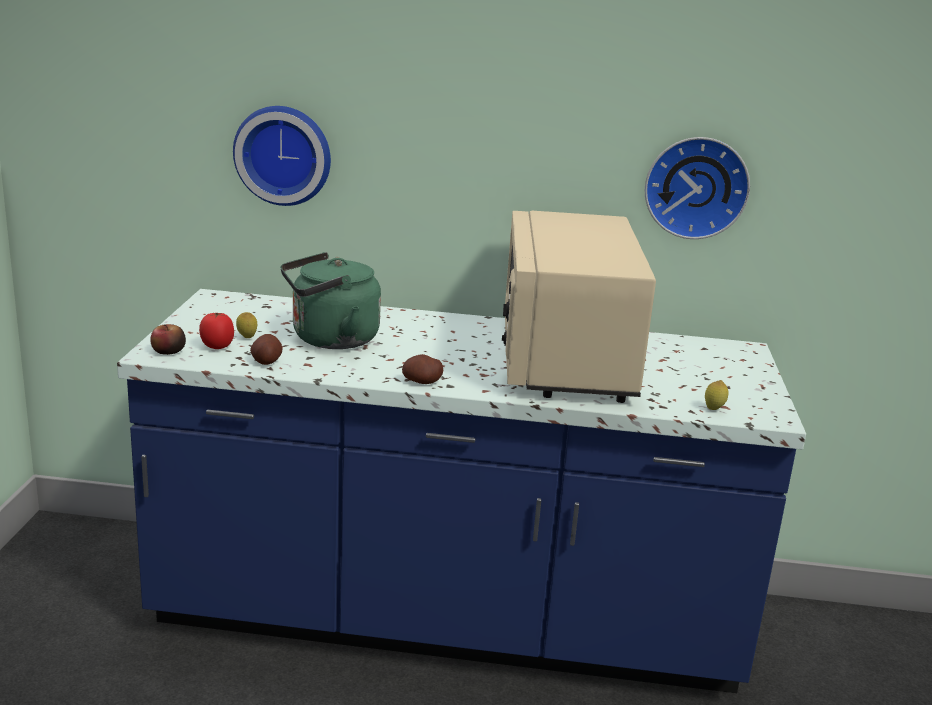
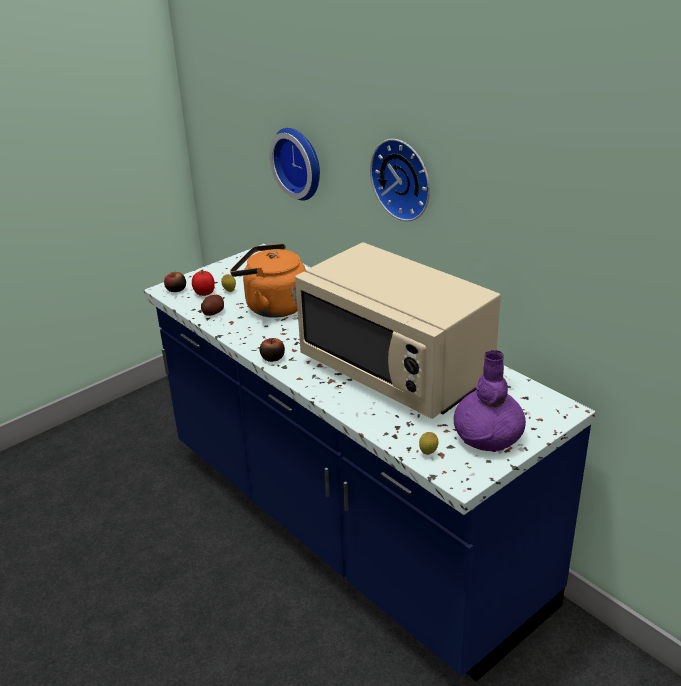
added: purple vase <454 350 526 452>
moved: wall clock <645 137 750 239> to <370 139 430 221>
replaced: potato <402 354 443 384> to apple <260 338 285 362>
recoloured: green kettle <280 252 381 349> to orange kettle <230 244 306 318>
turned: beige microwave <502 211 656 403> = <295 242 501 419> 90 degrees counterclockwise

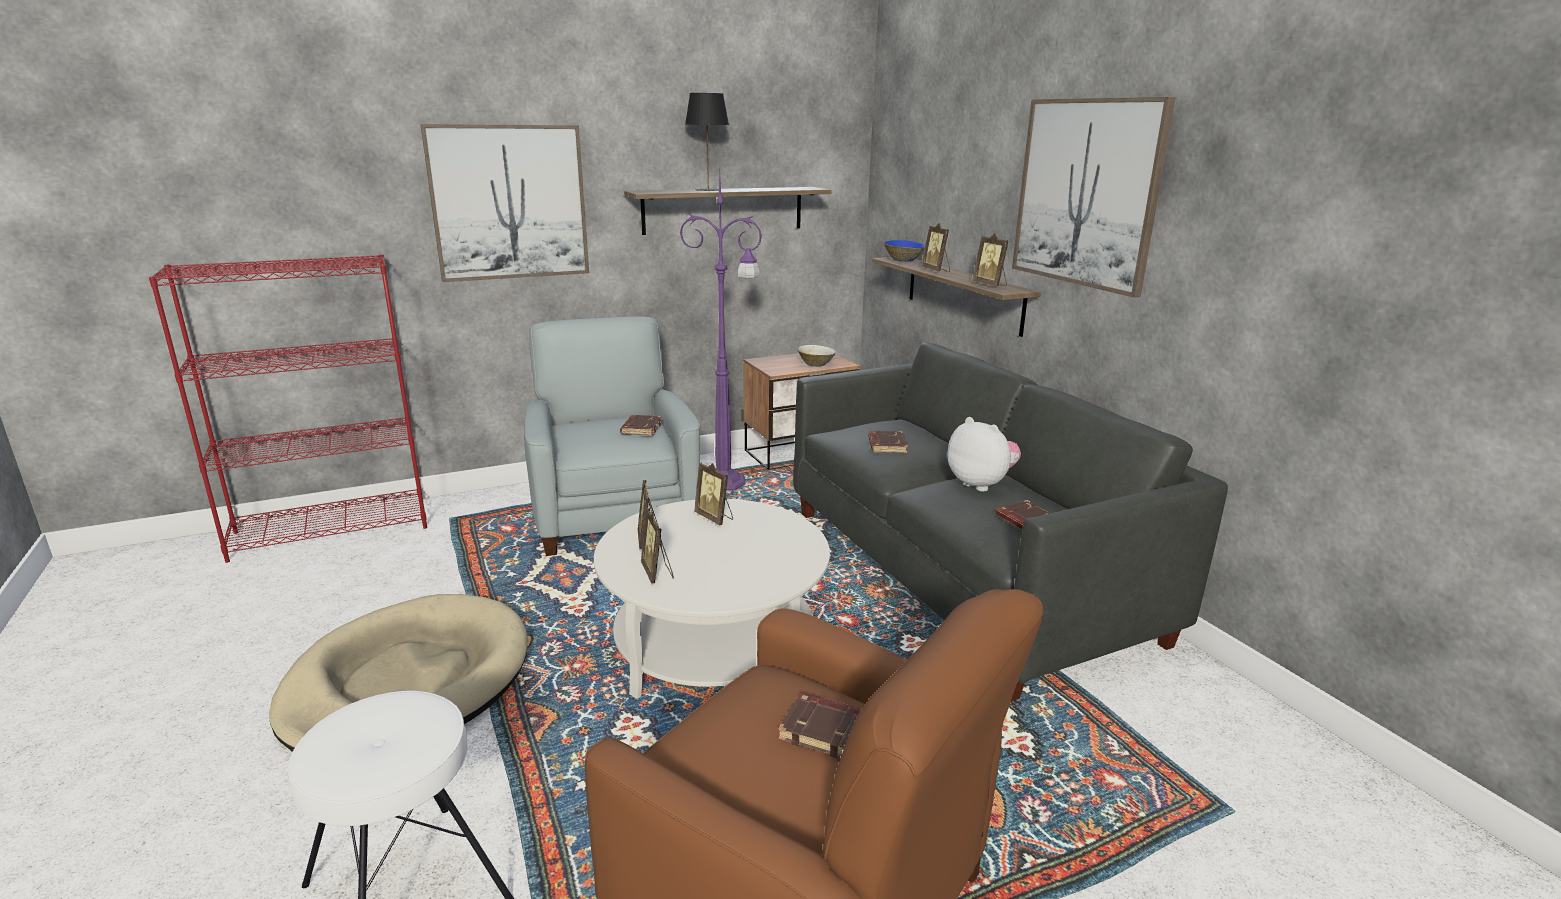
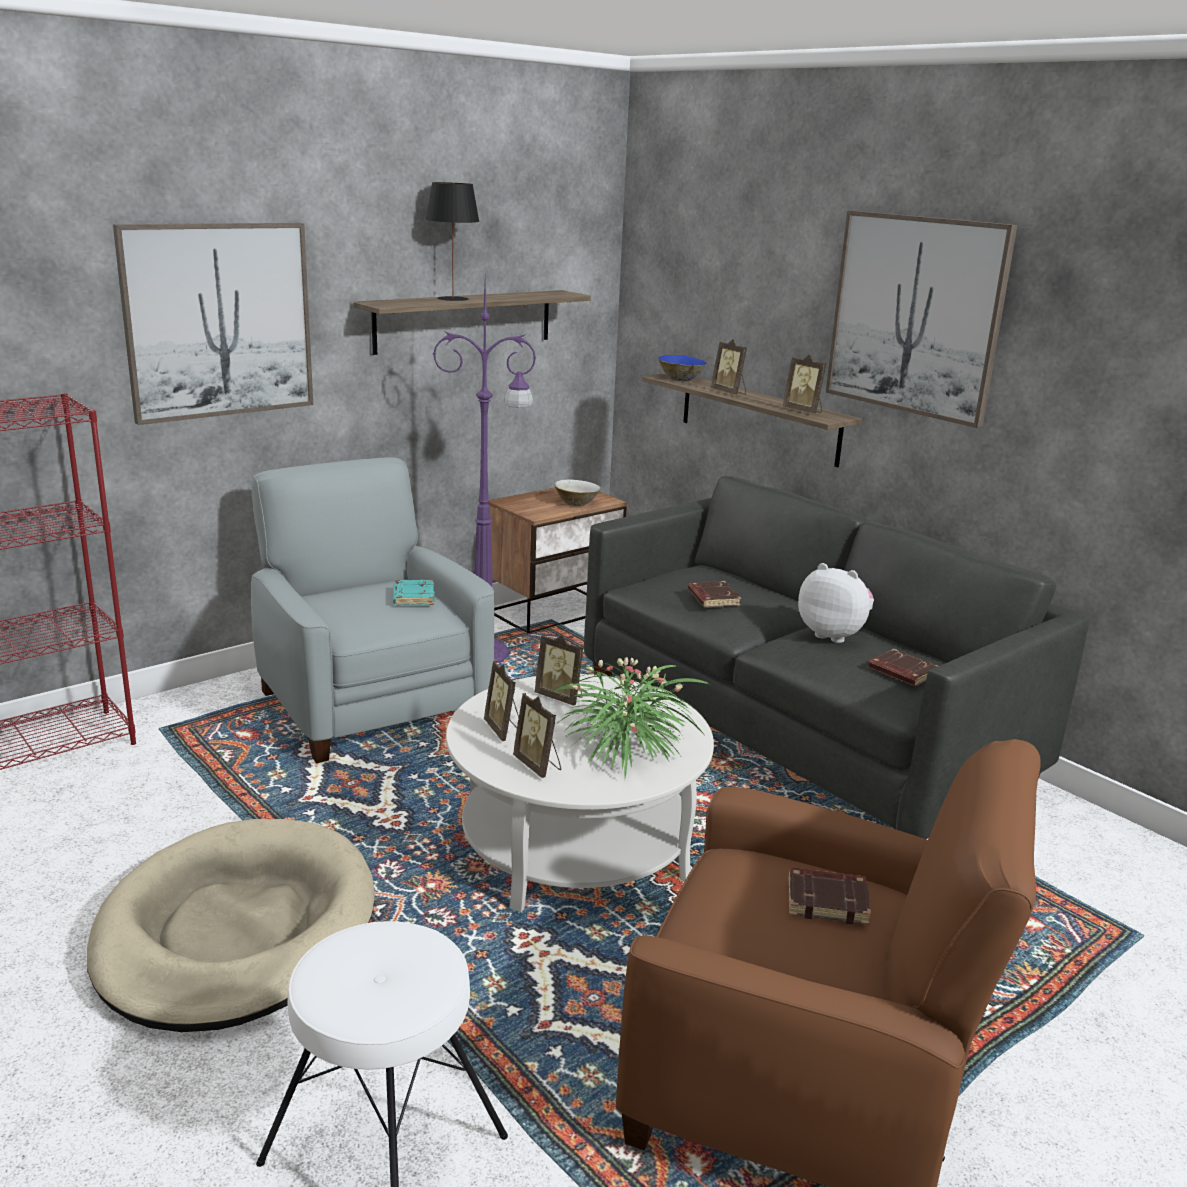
added: potted plant <549 657 709 777>
recoloured: brown book <620 415 662 436> to turquoise book <393 580 435 606>

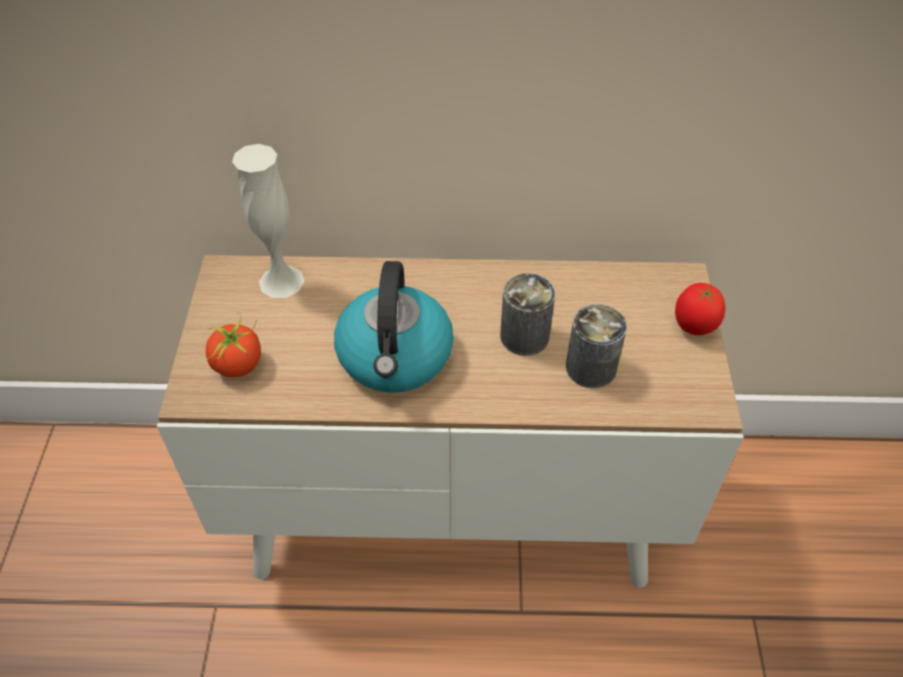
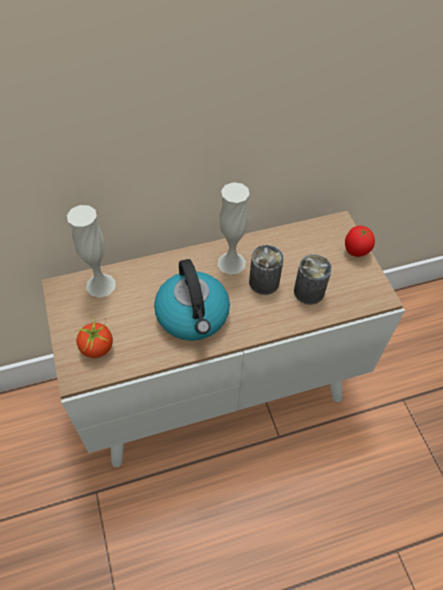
added: white vase <218 182 250 275>

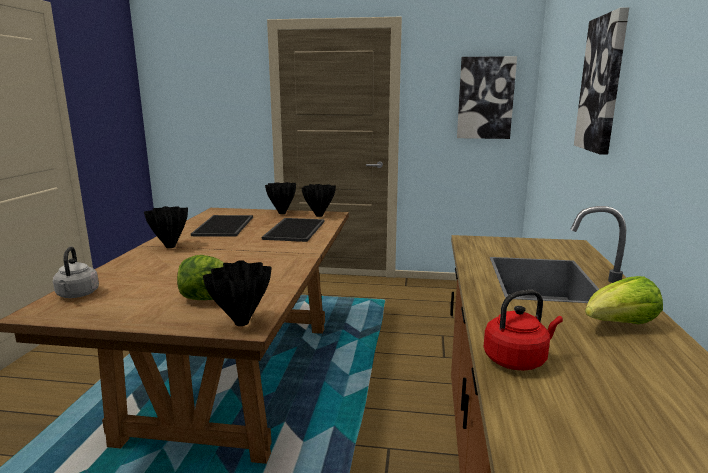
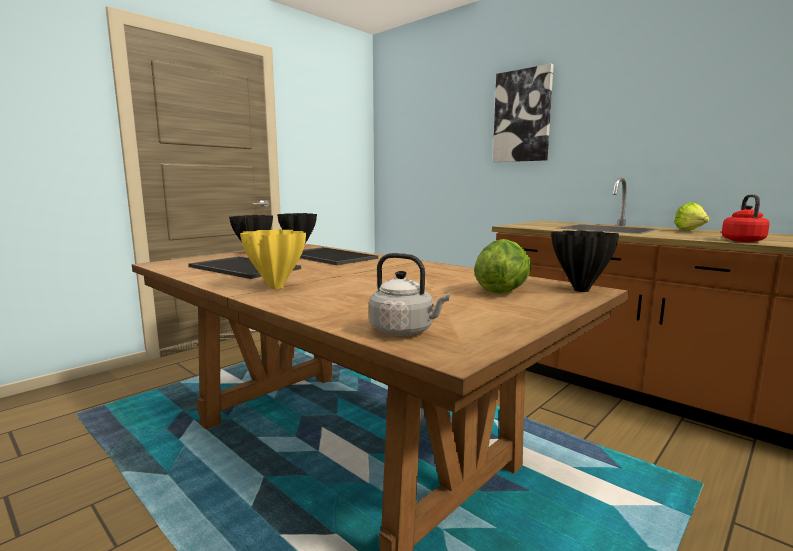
removed: picture <457 56 517 139>
recoloured: black vase <144 206 188 248> to yellow vase <240 229 306 289>

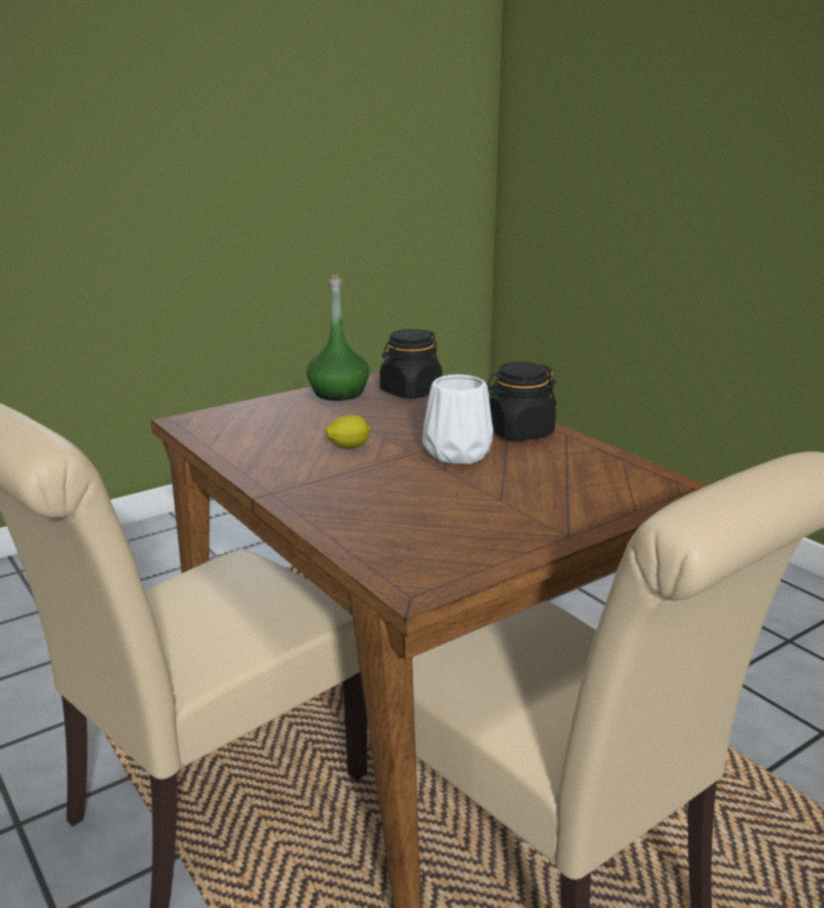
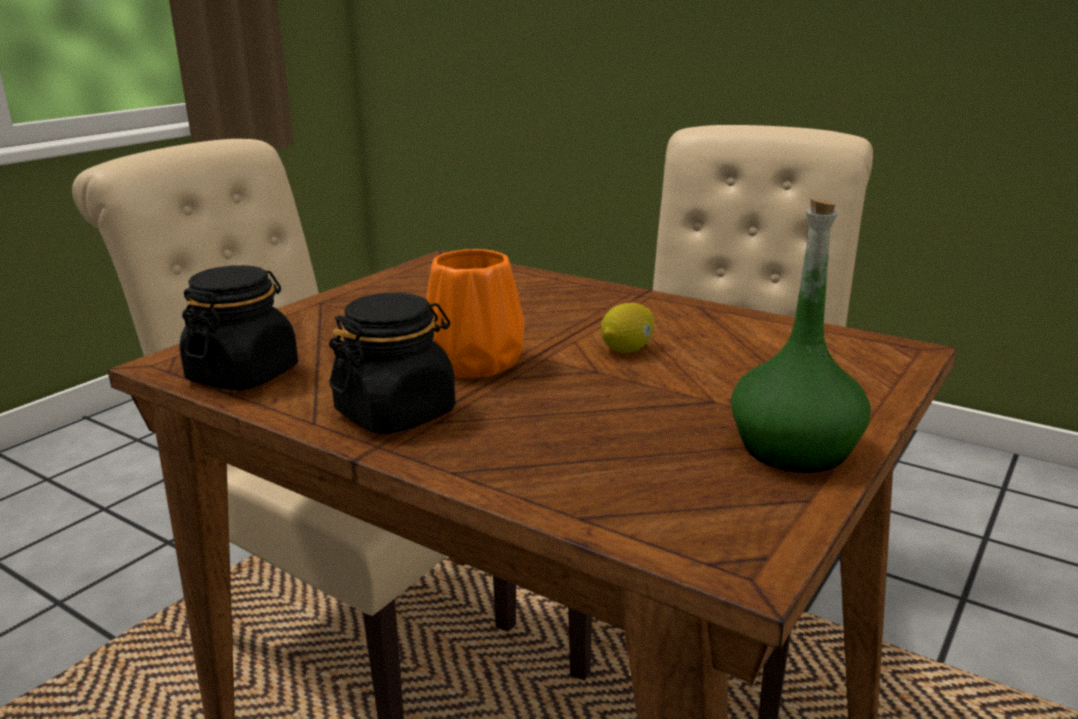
moved: black jar <380 329 442 398> to <180 265 298 390>
recoloured: white vase <422 374 493 464> to orange vase <426 249 525 378>

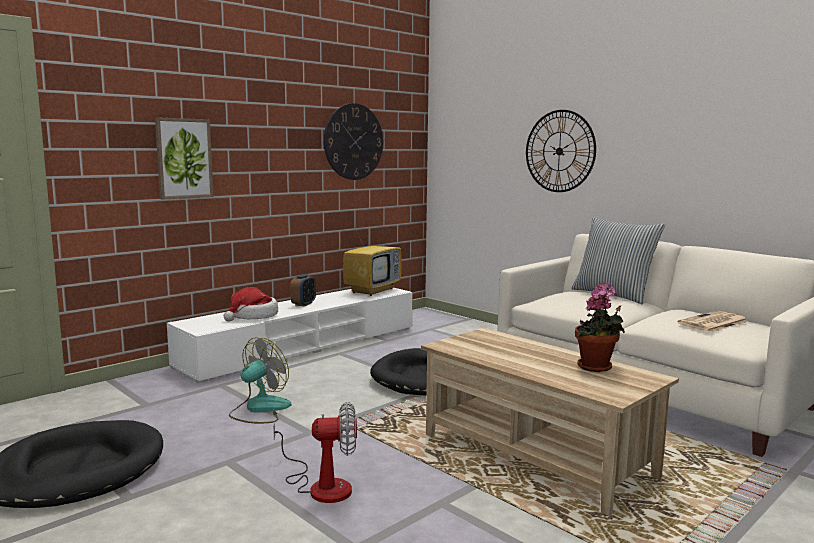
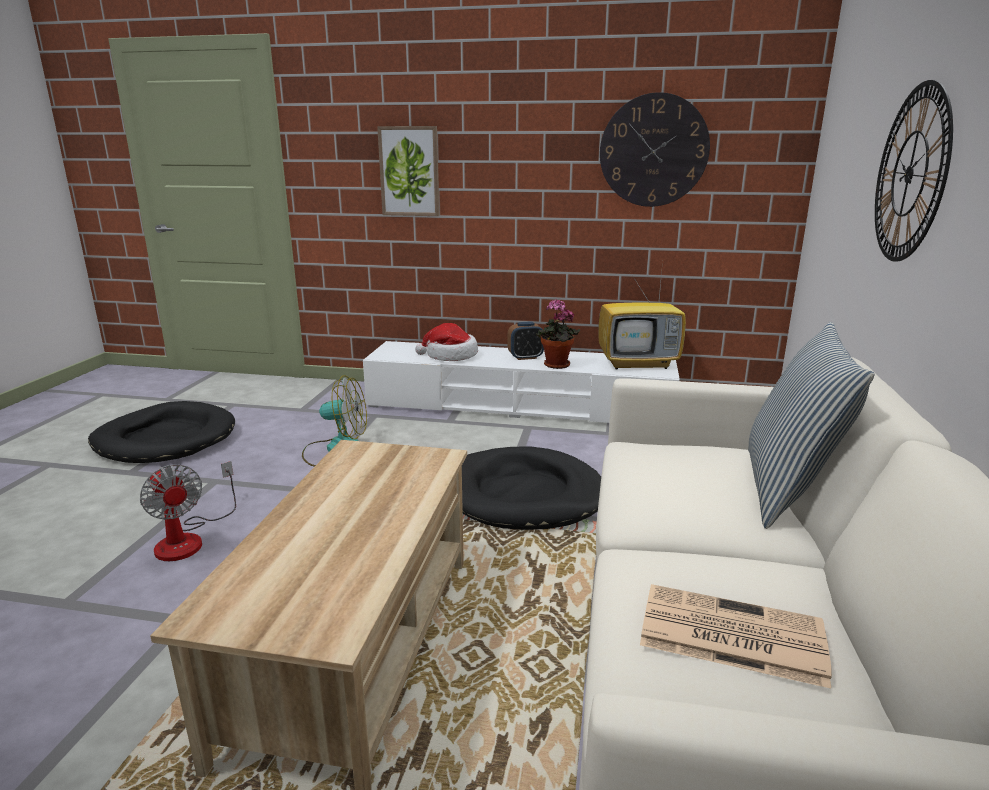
moved: potted plant <575 282 625 372> to <536 299 580 369>

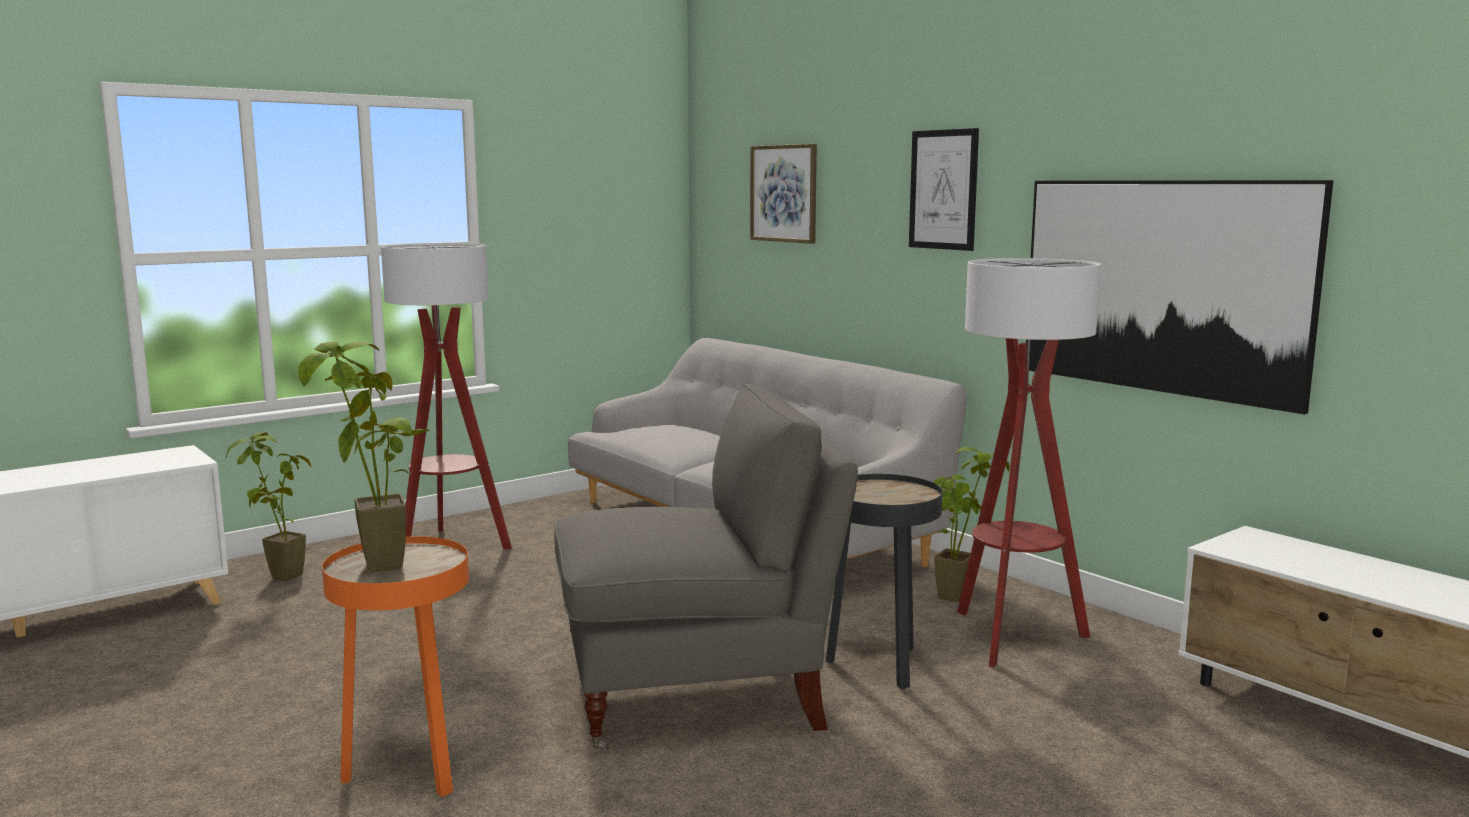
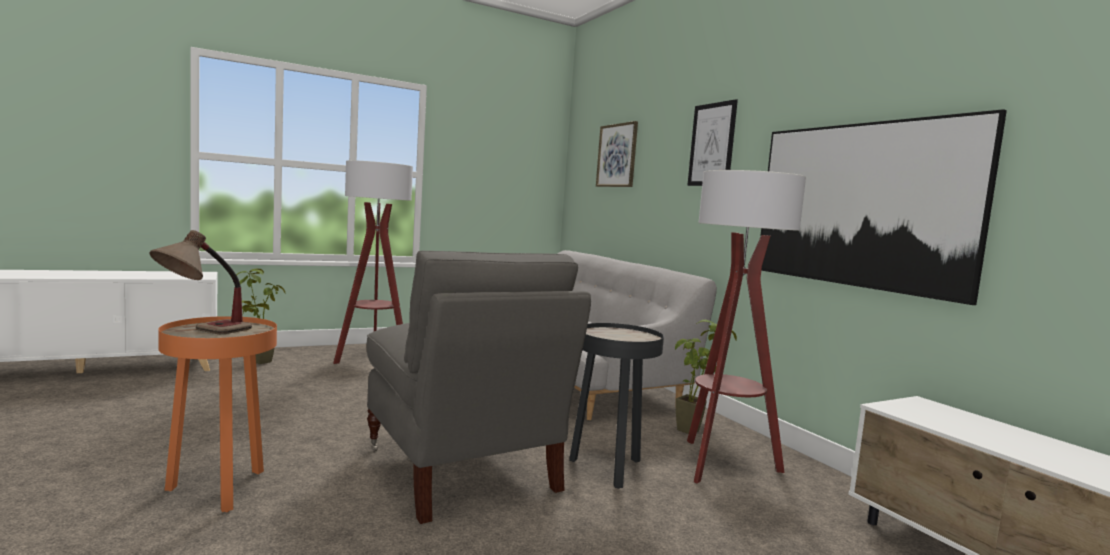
replaced: potted plant <298 341 430 572> to table lamp <149 230 252 334>
turned: grey armchair <554 384 858 751> = <367 251 591 524> 60 degrees clockwise

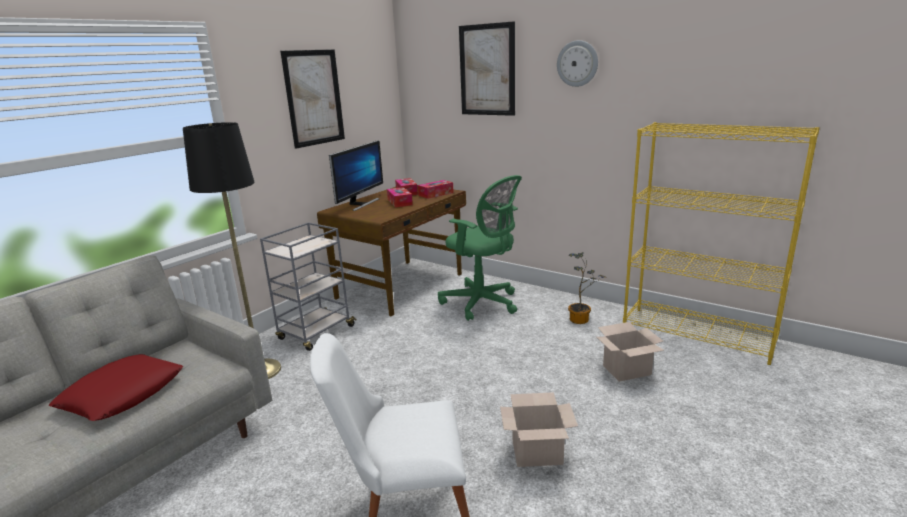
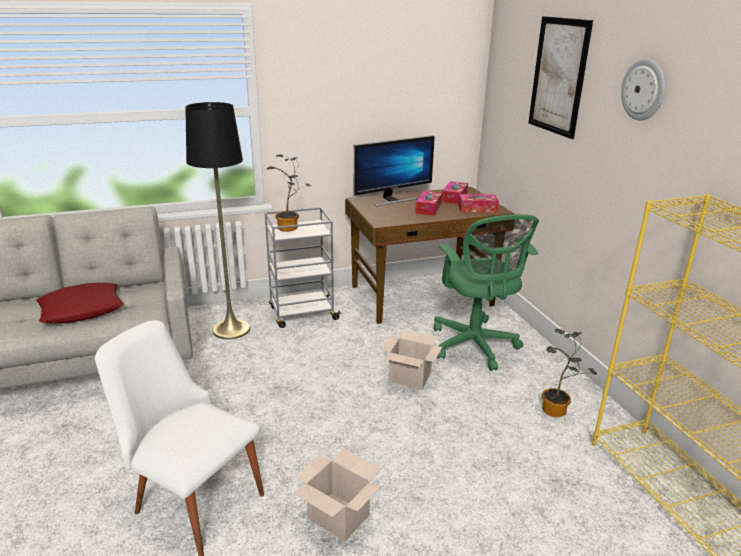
removed: picture <280 49 345 149>
added: potted plant <266 154 311 232>
moved: cardboard box <597 322 664 382> to <380 330 442 389>

